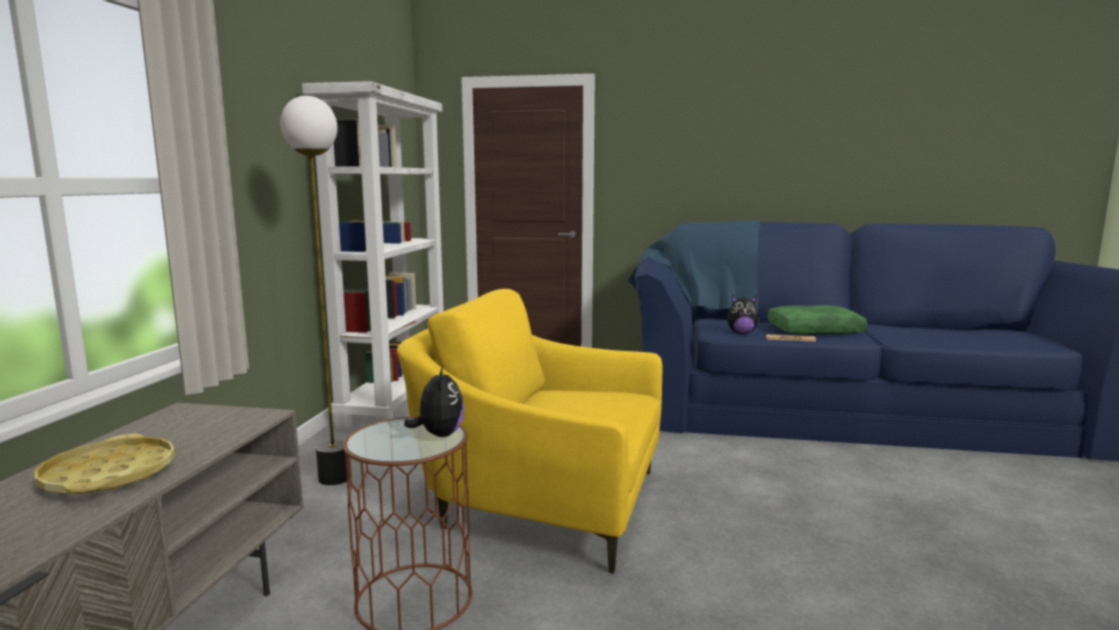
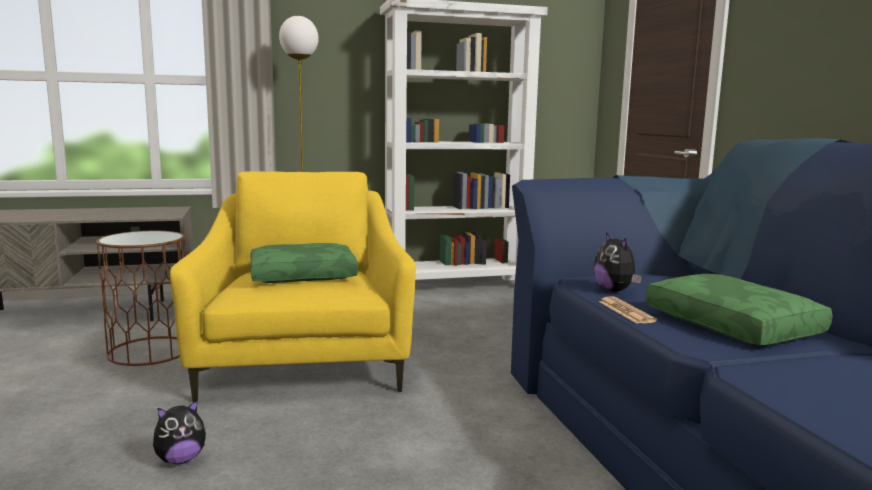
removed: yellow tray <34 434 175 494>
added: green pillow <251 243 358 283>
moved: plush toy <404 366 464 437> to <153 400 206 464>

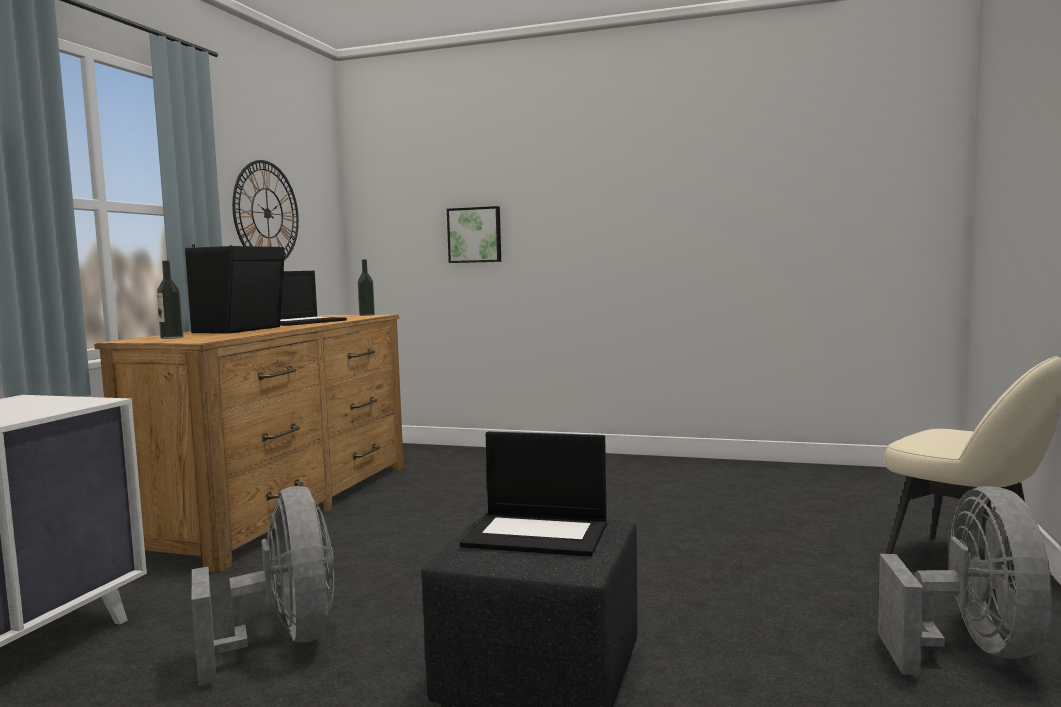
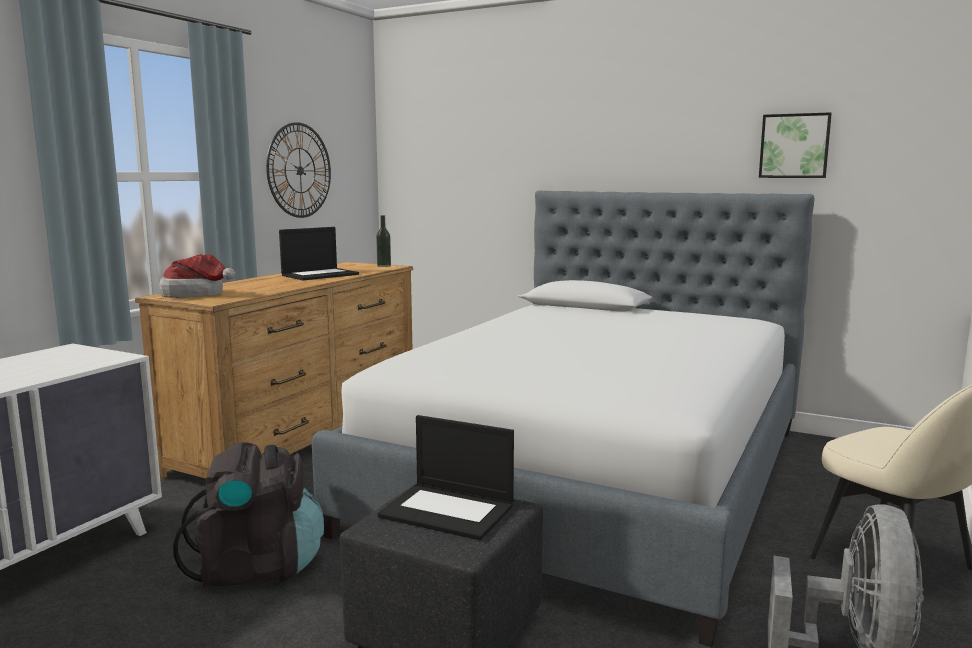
removed: black speaker <185 244 285 334>
added: bed <312 191 815 647>
moved: picture <447 206 501 263> to <759 112 832 178>
replaced: bottle <157 261 183 339> to hat <159 254 235 298>; grey fan <192 486 334 686> to black backpack <173 442 324 588>

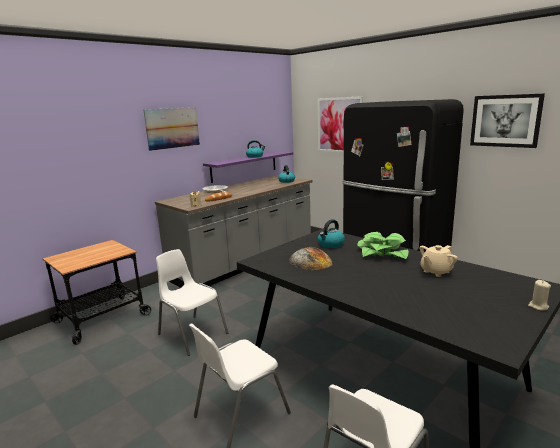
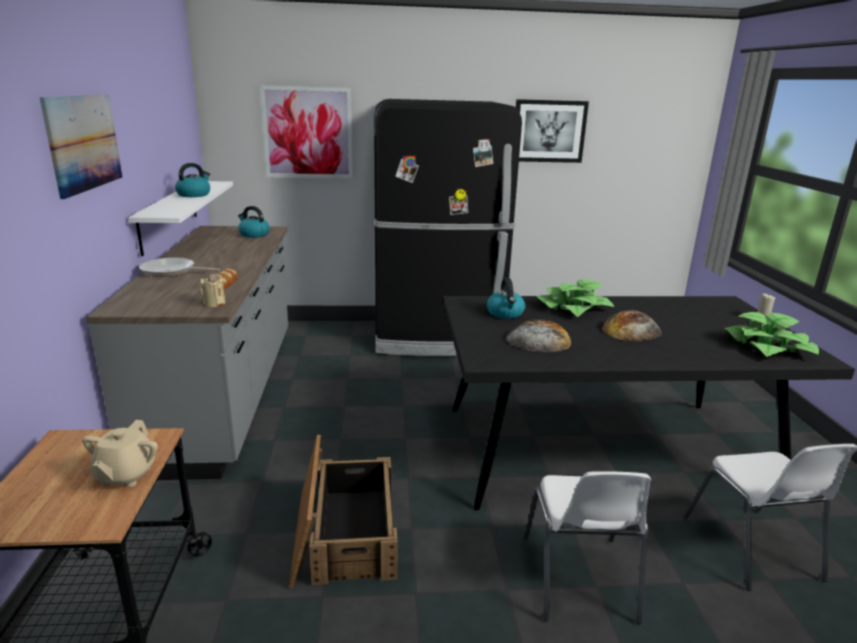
added: bread <602 310 662 341>; potted plant <724 312 819 357>
moved: beige teapot <420 245 458 277> to <82 420 158 487>
replaced: white chair <156 249 228 356> to crate <288 434 398 588>
recoloured: purple shelf <203 151 293 183> to white shelf <128 181 233 256>

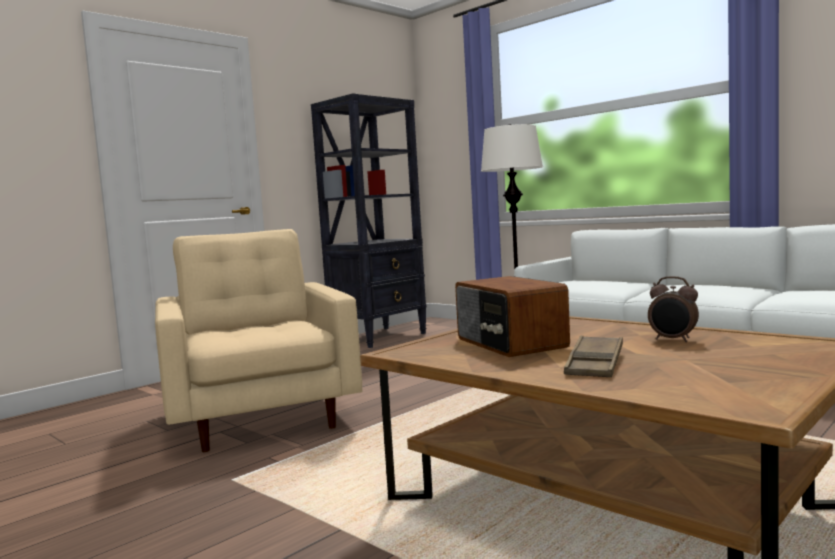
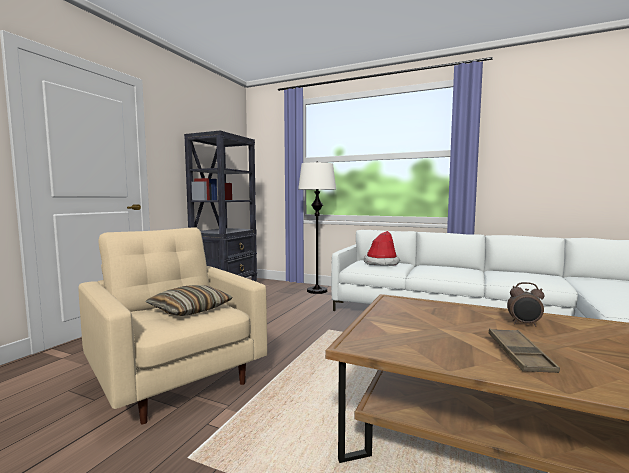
removed: radio <455 276 570 357>
added: hat <364 231 400 266>; pillow <145 285 233 316>

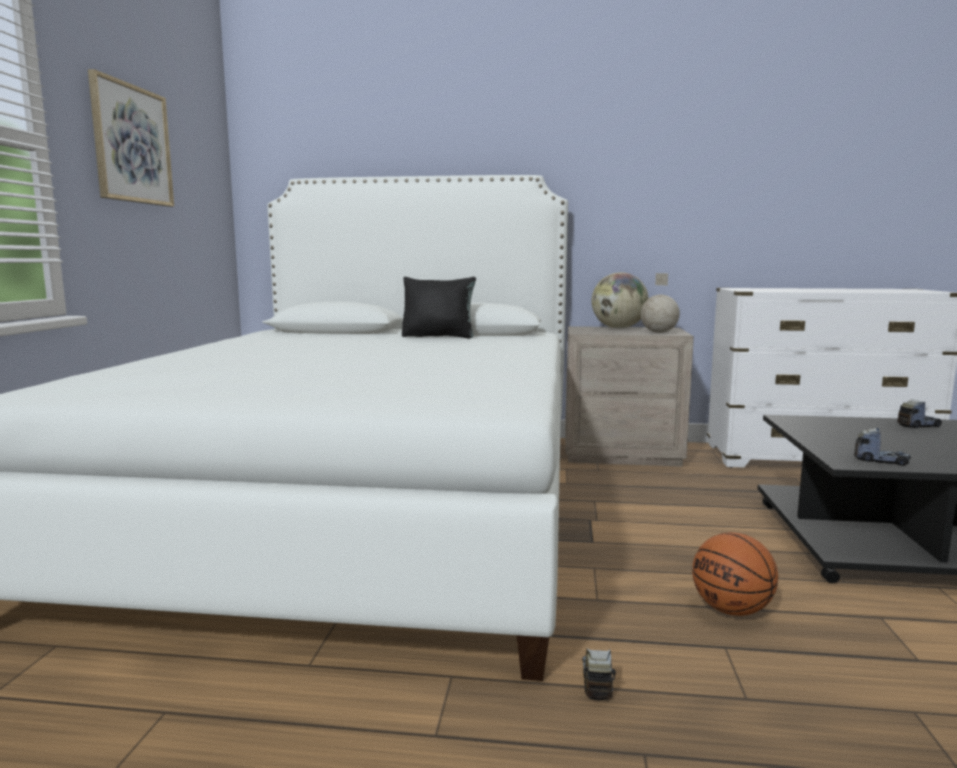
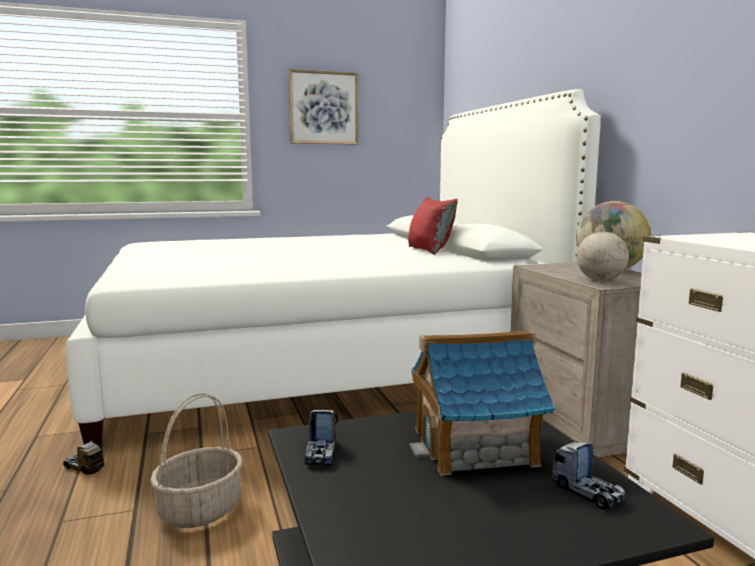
added: toy house <409 330 555 476>
replaced: basketball <692 532 778 616> to basket <150 393 242 528>
recoloured: black pillow <402 277 476 338> to red pillow <408 197 458 255>
turned: toy truck <582 648 616 701> = <63 441 104 475> 135 degrees counterclockwise

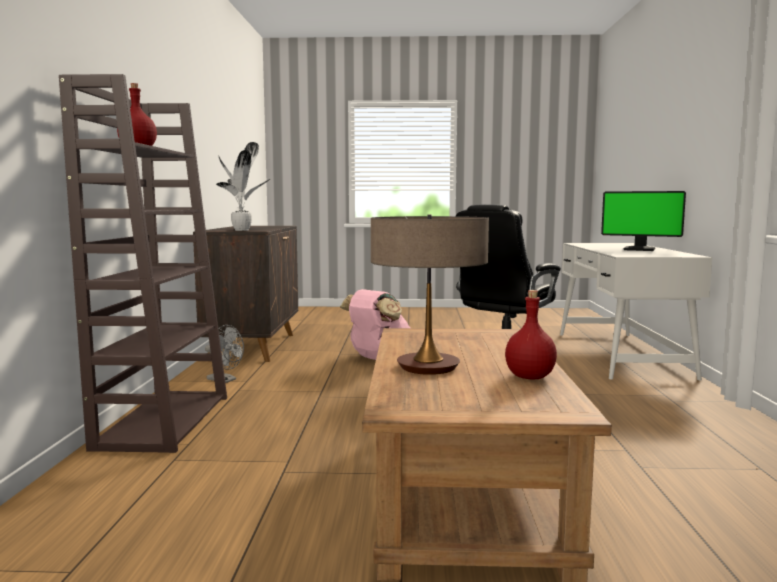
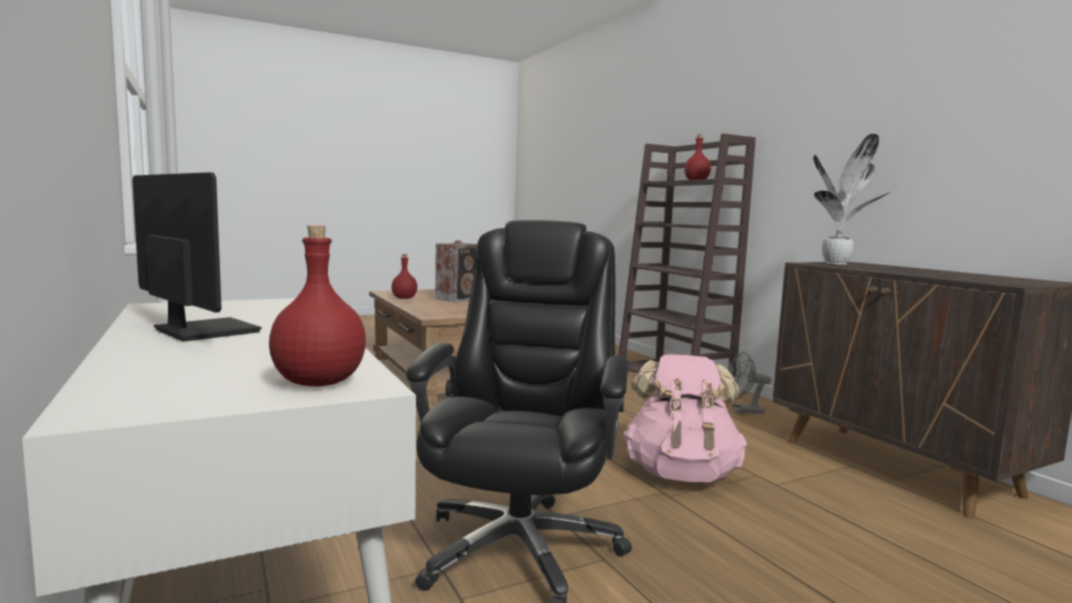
added: red bottle <269 225 366 387>
replaced: table lamp <371 215 489 375> to speaker <435 240 478 302>
turned: monitor <601 191 686 251> = <132 172 262 342> 45 degrees clockwise

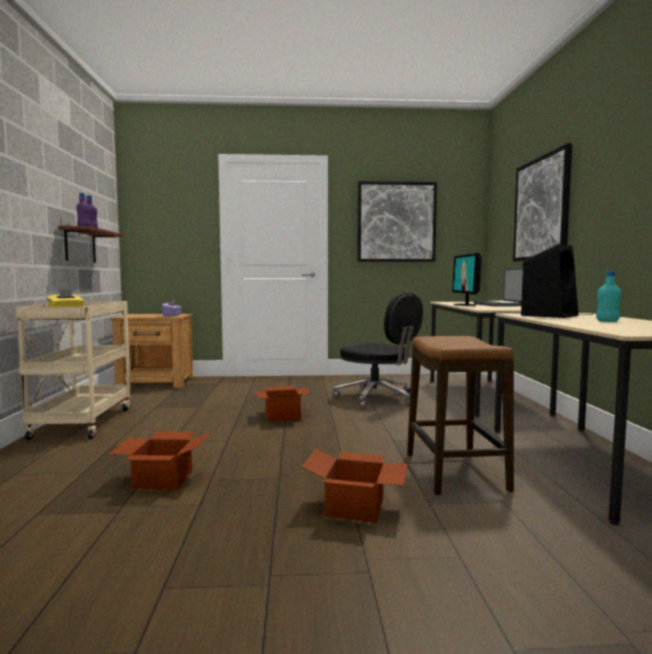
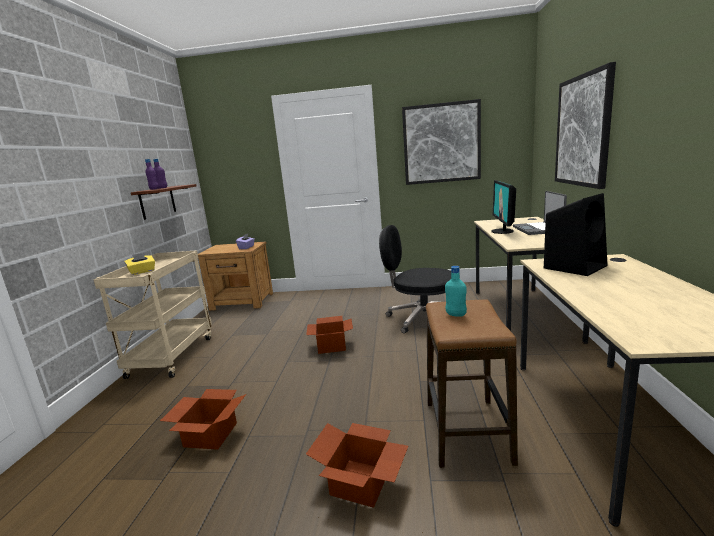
moved: turquoise bottle <596 271 621 322> to <445 266 467 317>
turned: black office chair <333 293 423 408> = <379 225 451 334> 150 degrees clockwise

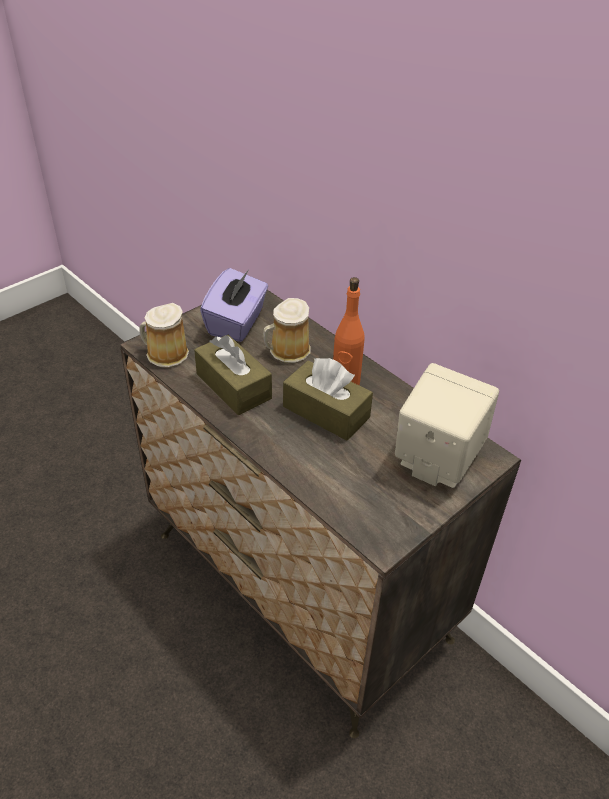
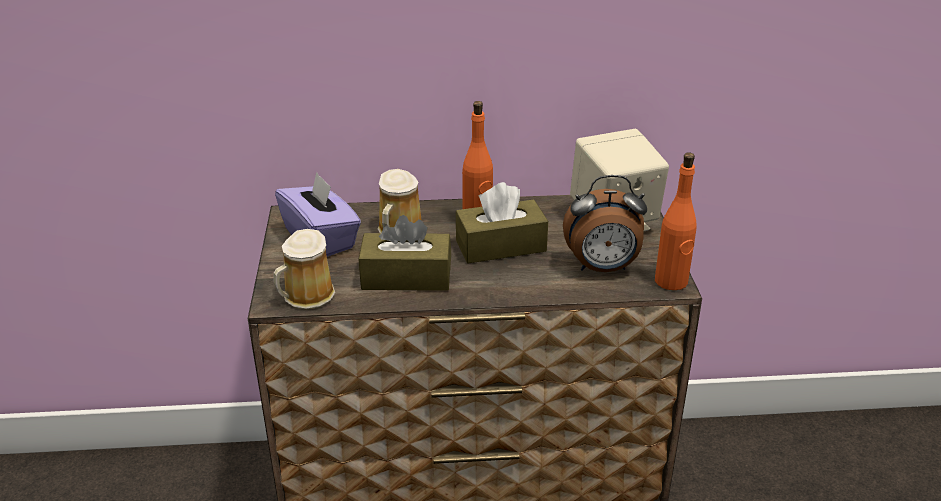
added: orange bottle <655 152 697 290>; alarm clock <563 175 647 272>

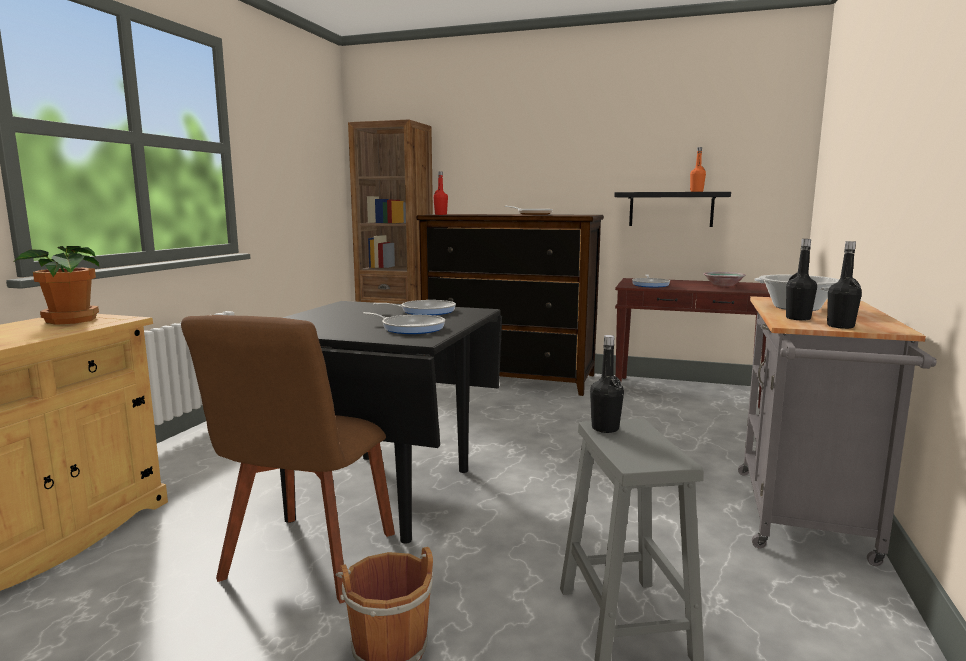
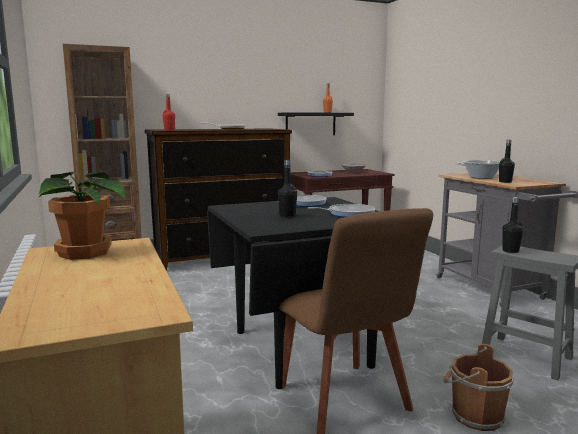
moved: black bottle <827 241 862 329> to <278 160 297 218>

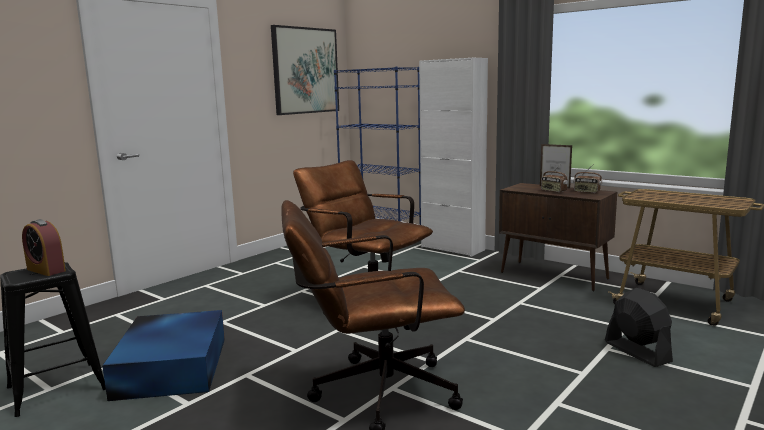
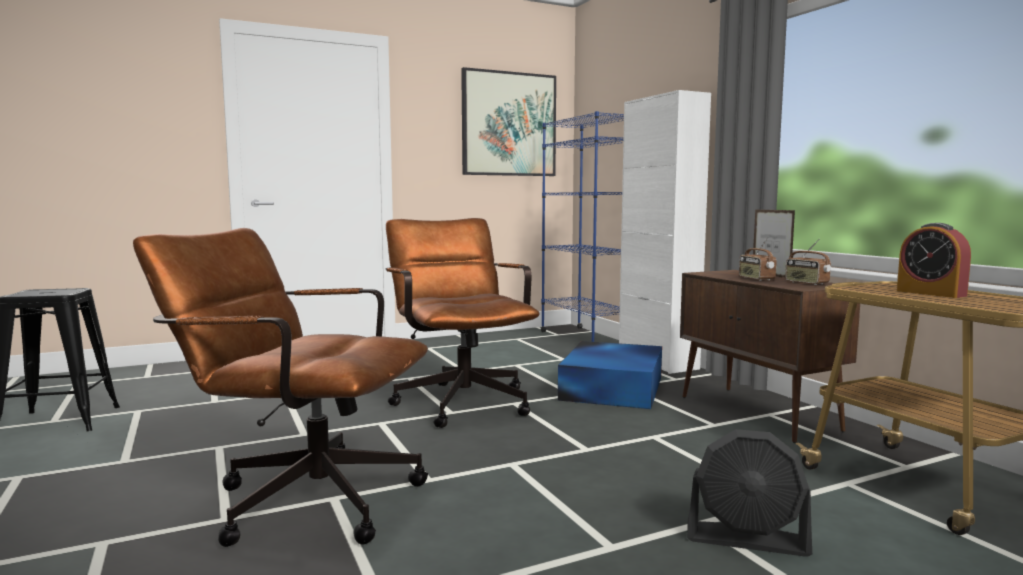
moved: alarm clock <22 219 66 276> to <897 223 971 298>; blue storage box <102 310 225 401> to <558 341 662 409>
turned: black fan <605 288 673 367> = <687 429 812 557> 105 degrees clockwise

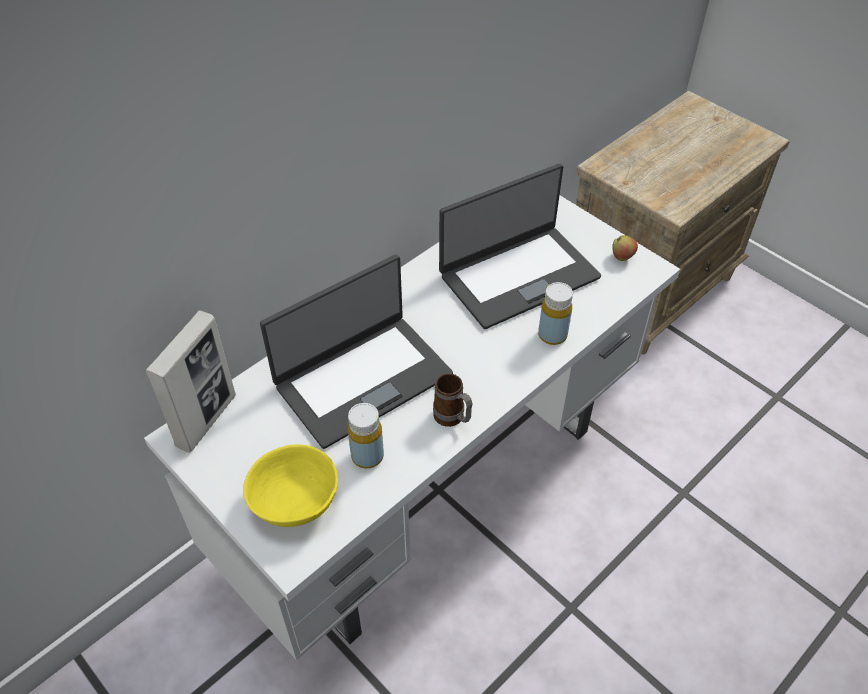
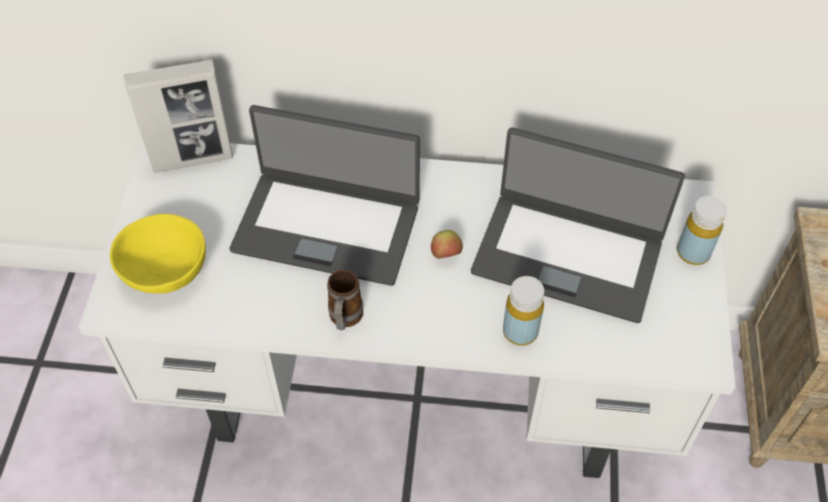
moved: apple <612 235 638 261> to <431 230 463 259>; yellow bottle <348 403 384 468> to <677 196 727 265>

